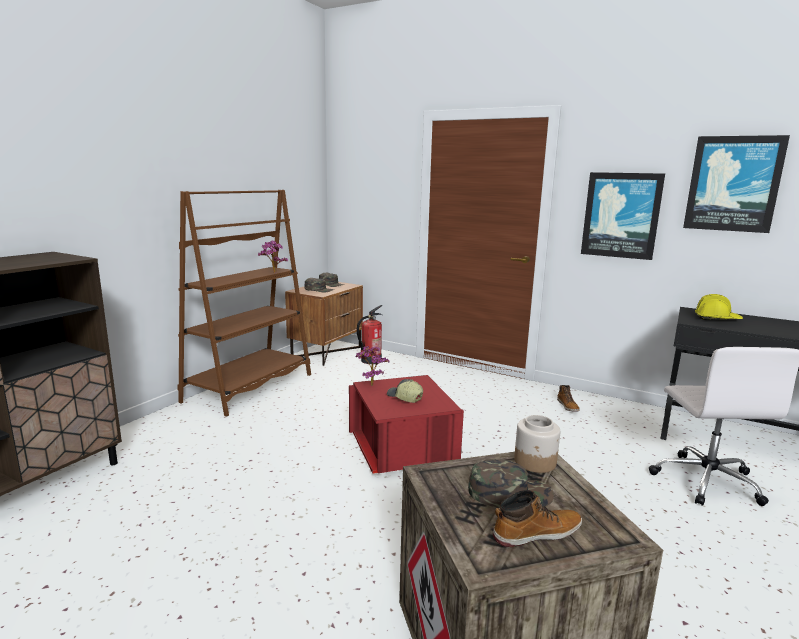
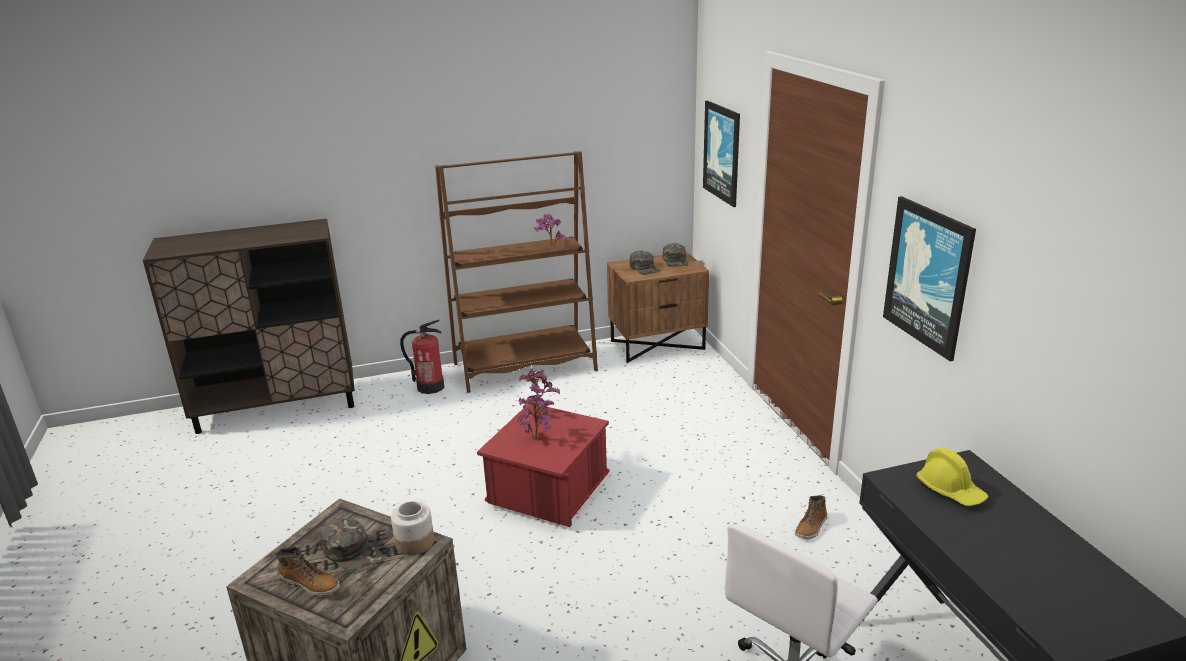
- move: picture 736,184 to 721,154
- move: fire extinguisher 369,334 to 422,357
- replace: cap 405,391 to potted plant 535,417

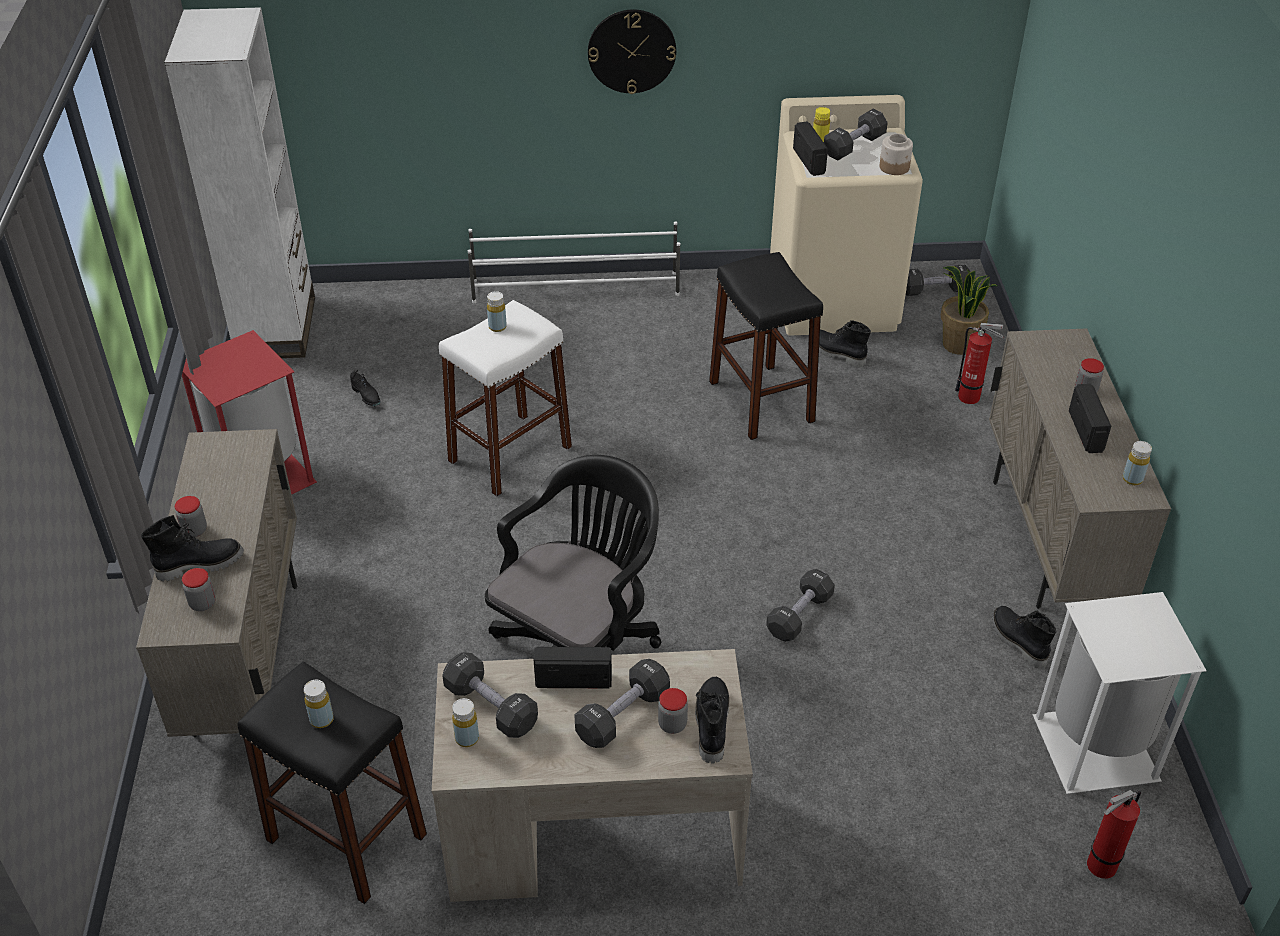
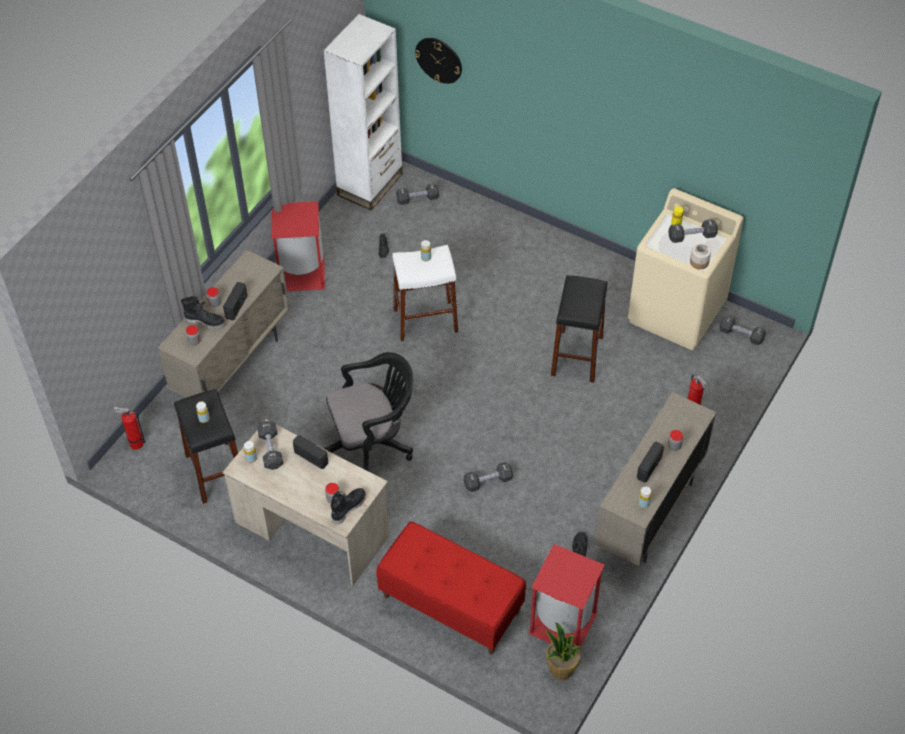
- move: wall clock 632,52 to 438,61
- move: radio 810,148 to 235,301
- delete: shoe rack in white 574,262
- move: potted plant 969,310 to 562,651
- delete: boot in black 845,344
- recolor: trash can in white 1120,693 to trash can in red 566,597
- move: dumbbell in black 622,703 to 417,194
- move: fire extinguisher 1114,834 to 130,428
- insert: bench in red 451,588

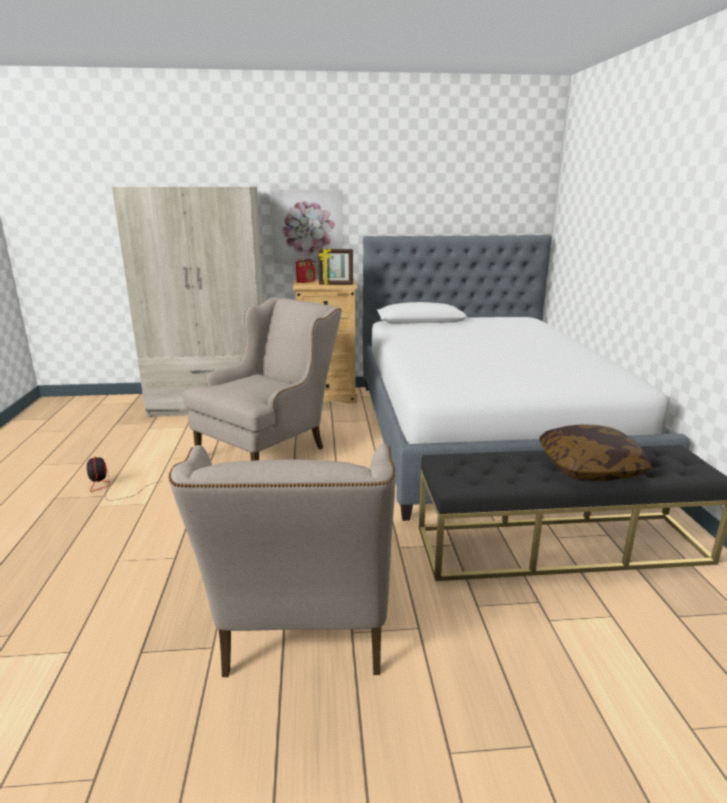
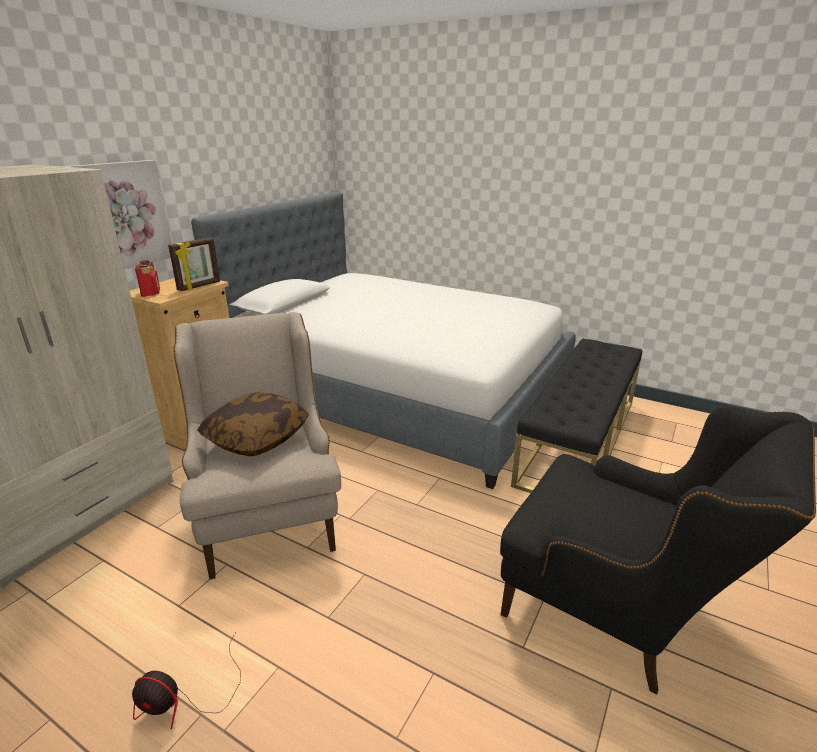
- move: pillow 596,452 to 253,424
- recolor: armchair in beige 281,560 to armchair in black 658,550

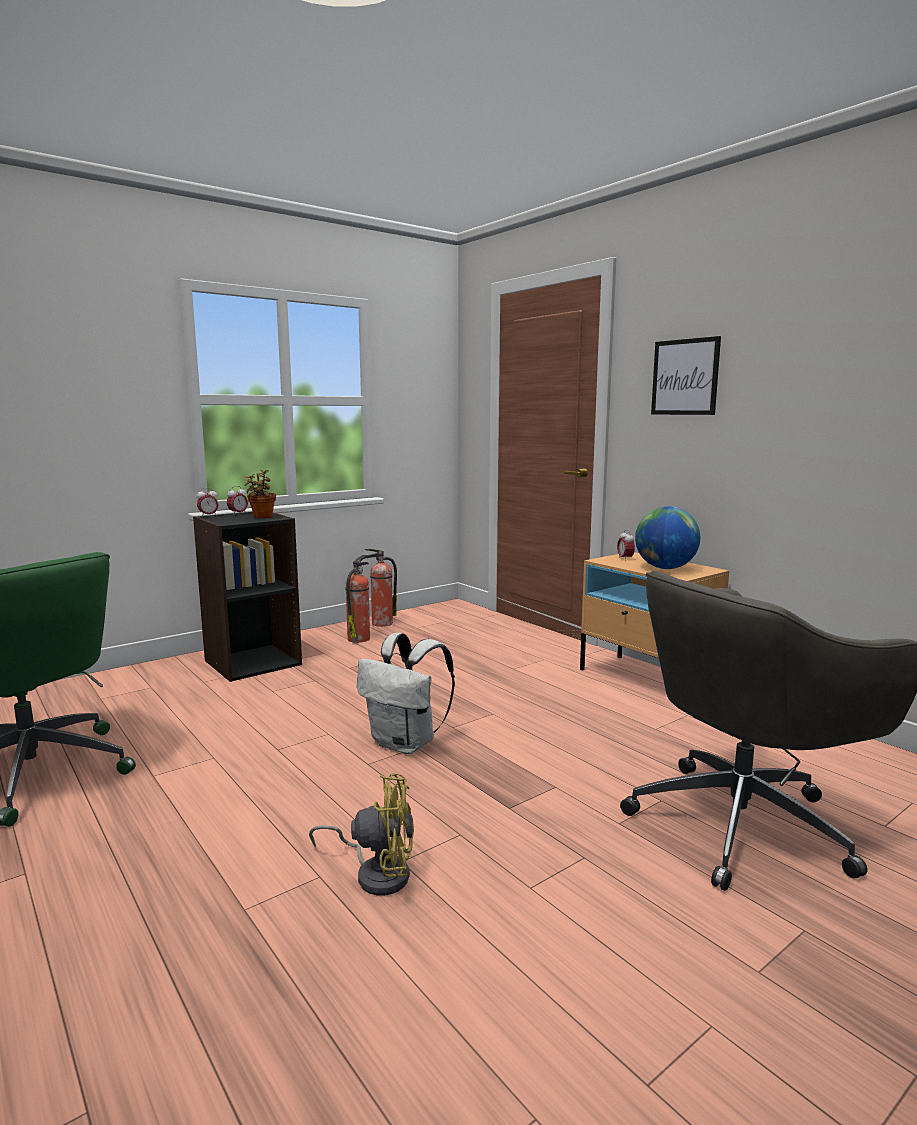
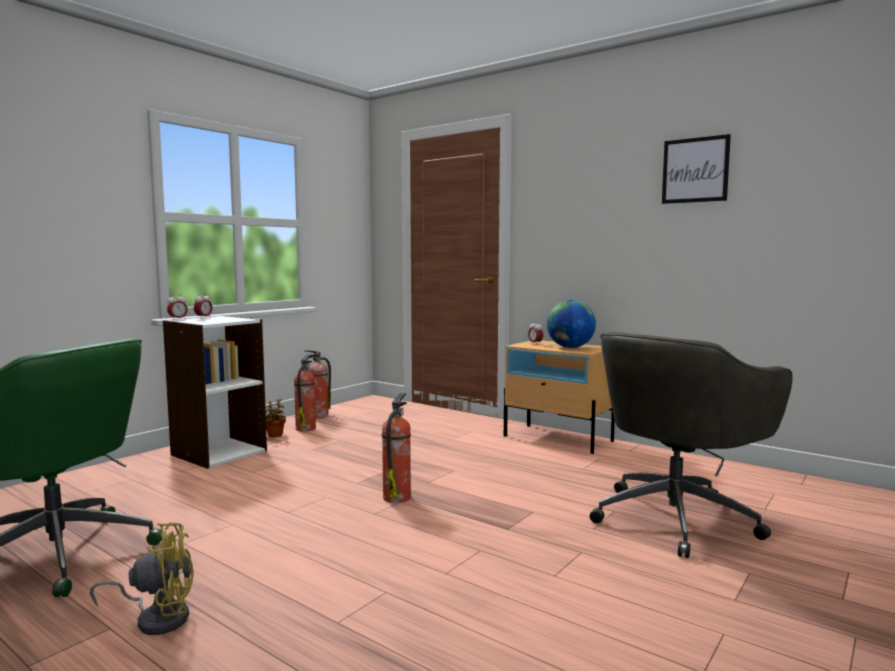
- move: picture 686,375 to 696,169
- move: potted plant 260,494 to 275,418
- recolor: bookcase in black 247,597 to bookcase in white 215,392
- replace: backpack in white 406,693 to fire extinguisher 396,448
- move: fan in yellow 361,834 to 142,578

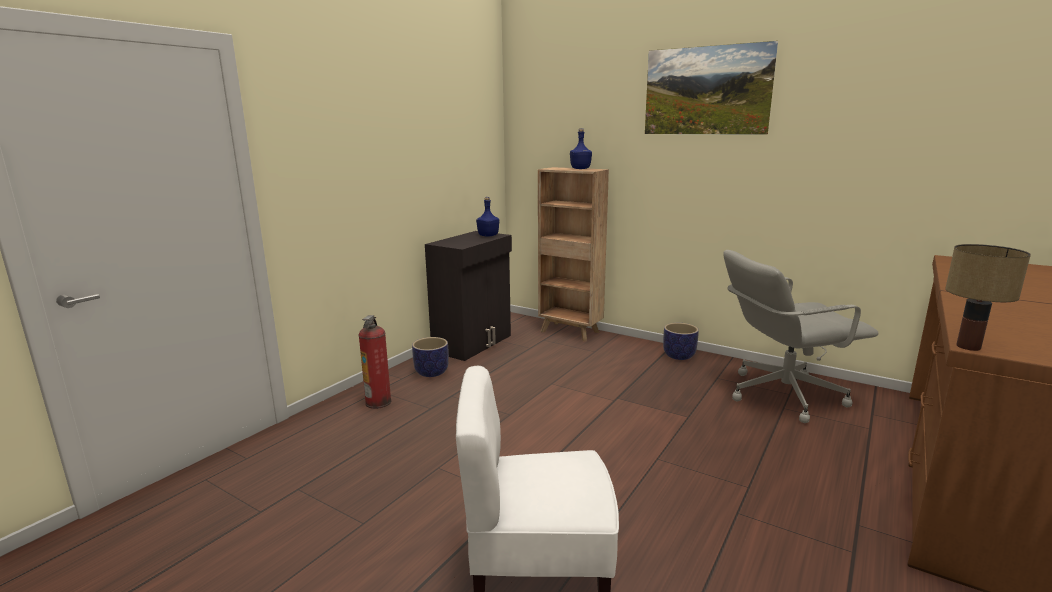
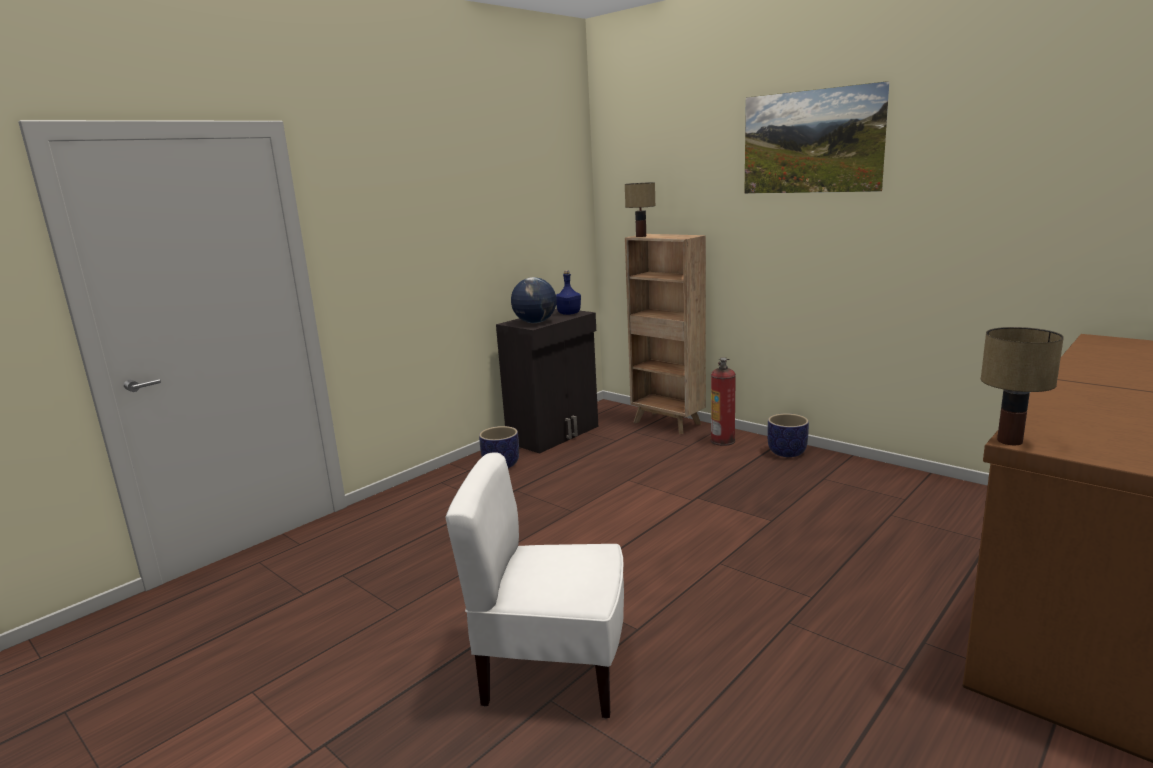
- delete: bottle in blue 581,149
- delete: office chair in grey 801,336
- move: fire extinguisher 375,362 to 723,401
- insert: table lamp 640,209
- insert: globe 534,300

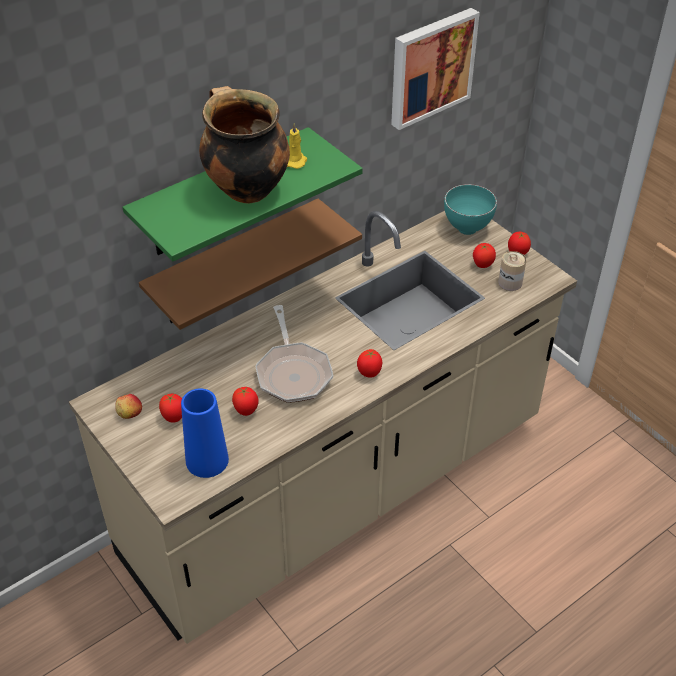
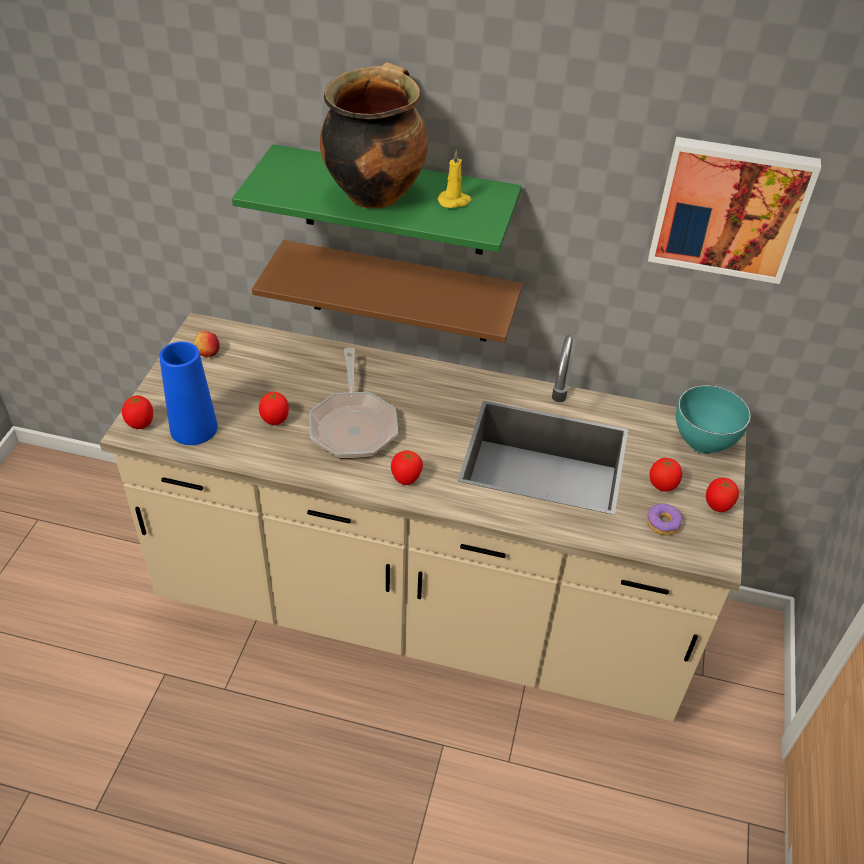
- replace: can 512,271 to donut 664,519
- rotate: frying pan 294,354 = 353,403 45 degrees counterclockwise
- move: tomato 170,408 to 137,412

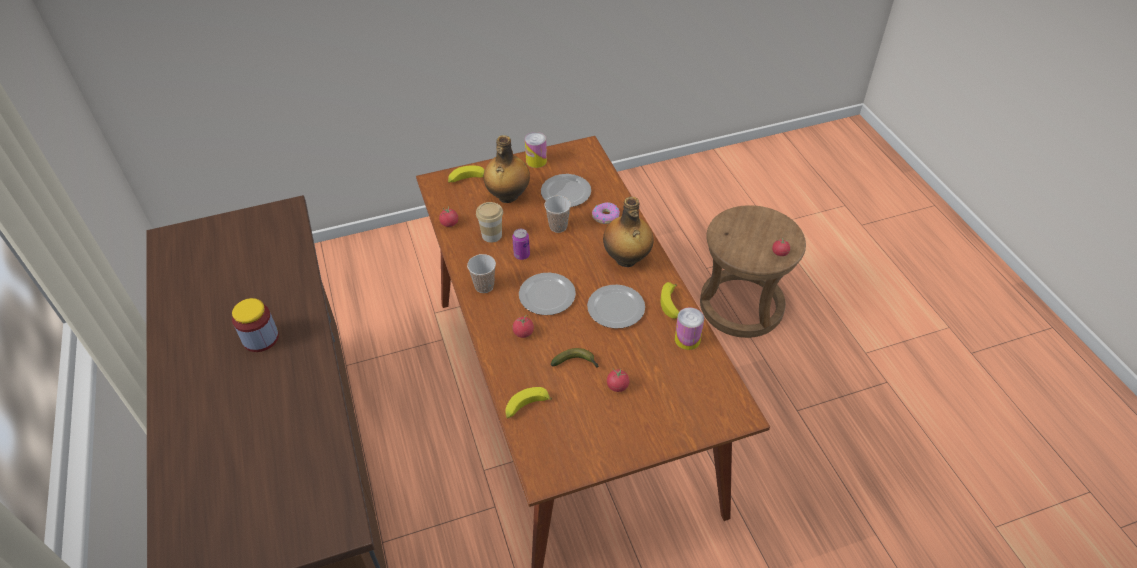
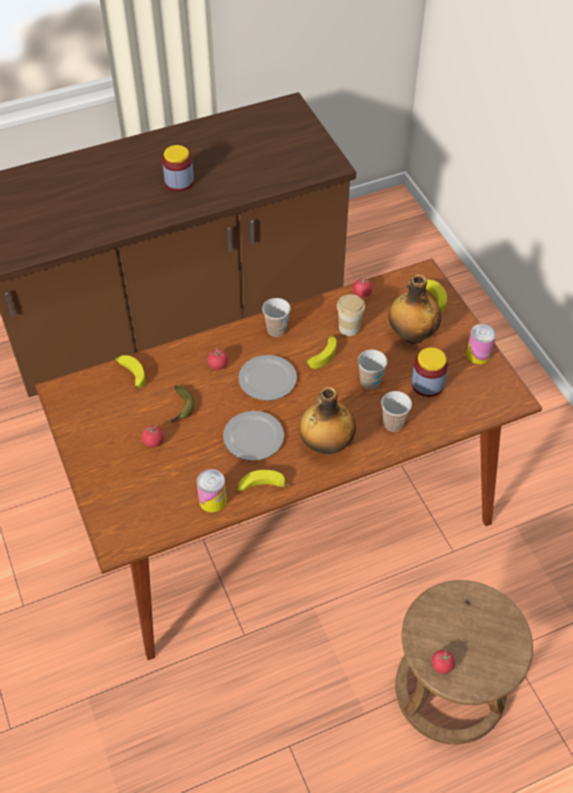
- replace: plate 566,190 to jar 429,372
- replace: donut 606,213 to cup 396,411
- replace: can 521,244 to banana 320,352

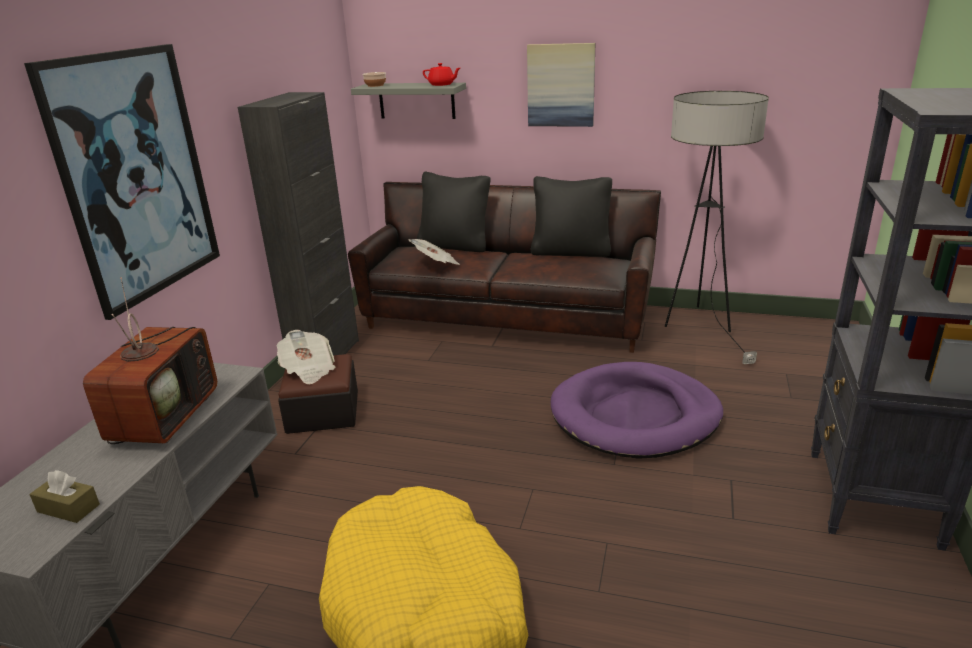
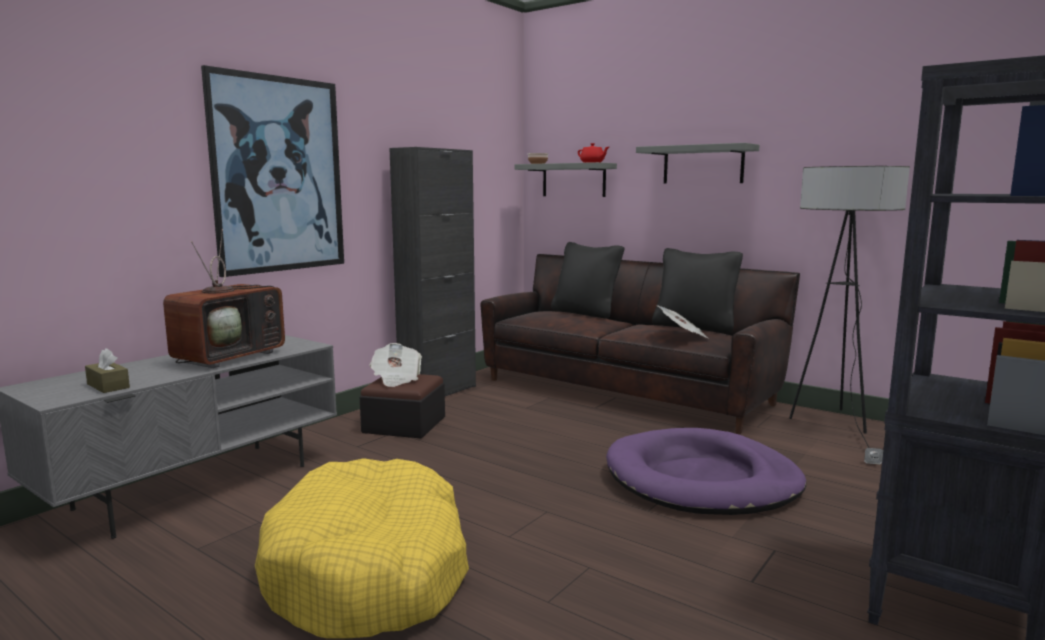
- replace: picture 561,85 to shelf in grey 698,163
- move: newspaper 434,252 to 682,321

